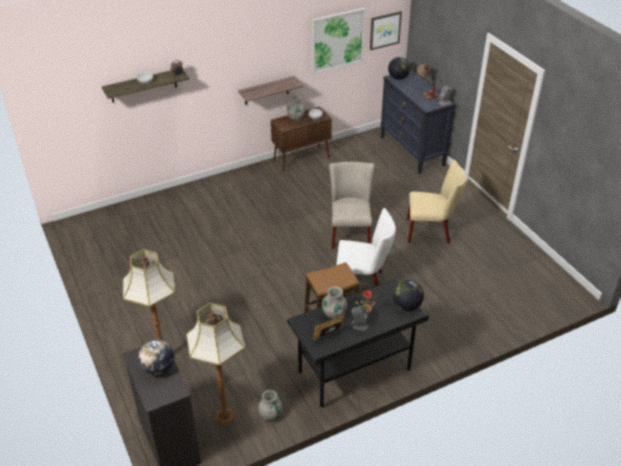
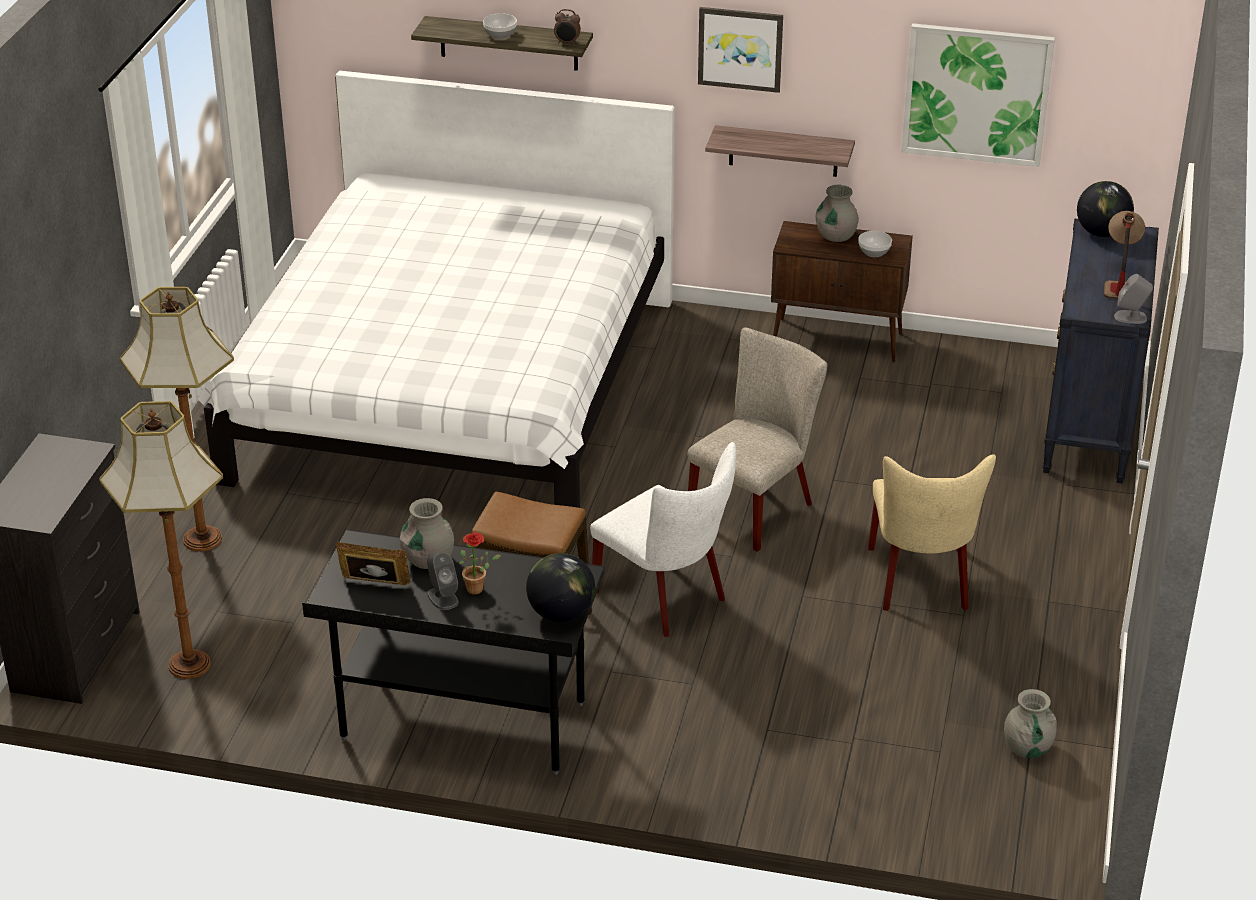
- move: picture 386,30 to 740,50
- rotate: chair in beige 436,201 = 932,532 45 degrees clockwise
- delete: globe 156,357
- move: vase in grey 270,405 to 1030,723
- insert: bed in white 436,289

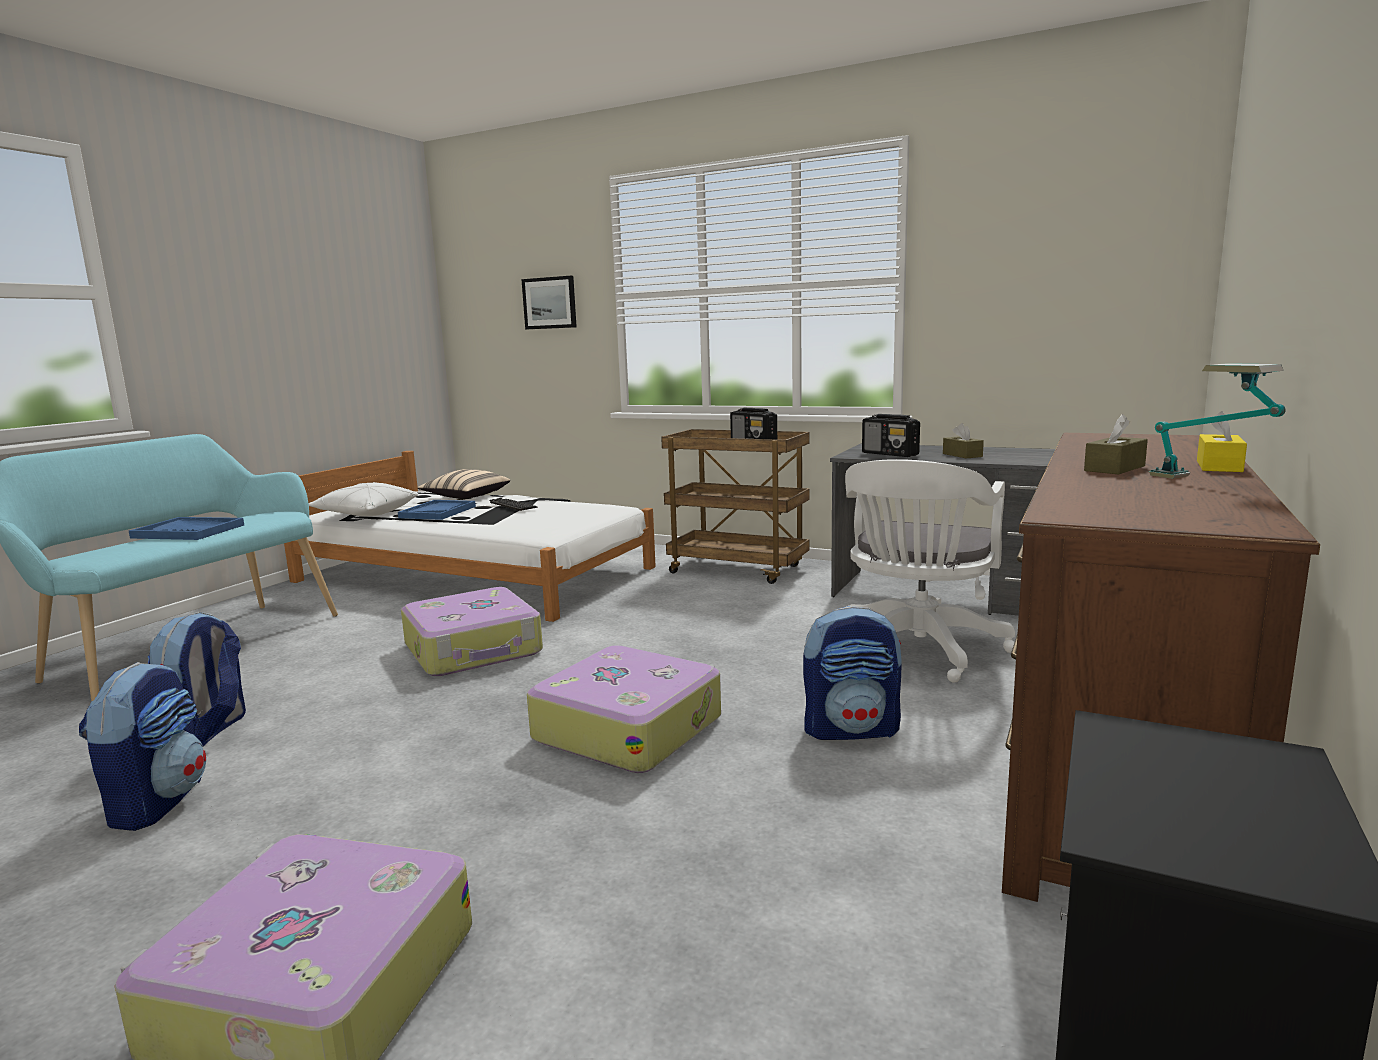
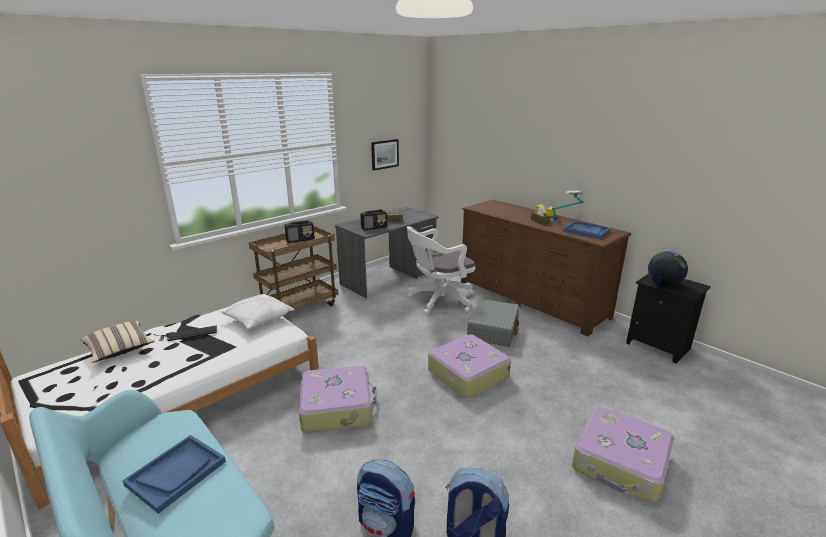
- move: picture 549,302 to 385,154
- rotate: office chair in white 930,571 = 441,270 105 degrees clockwise
- move: pillow in white 363,499 to 257,311
- move: tray in blue 437,510 to 587,230
- replace: backpack 852,673 to suitcase in grey 493,323
- insert: globe 668,268

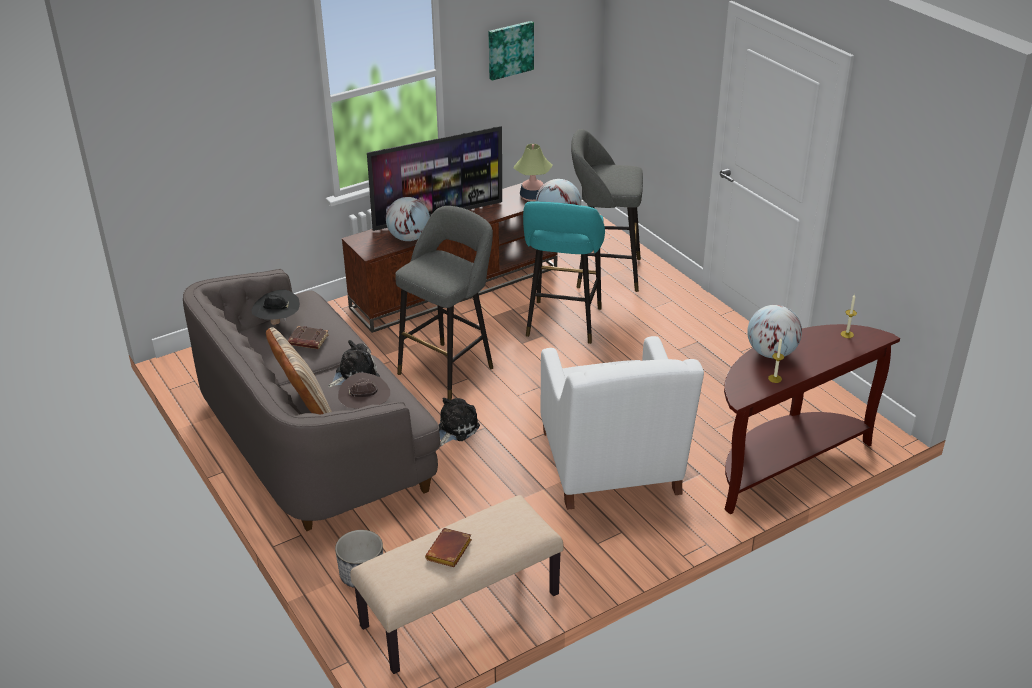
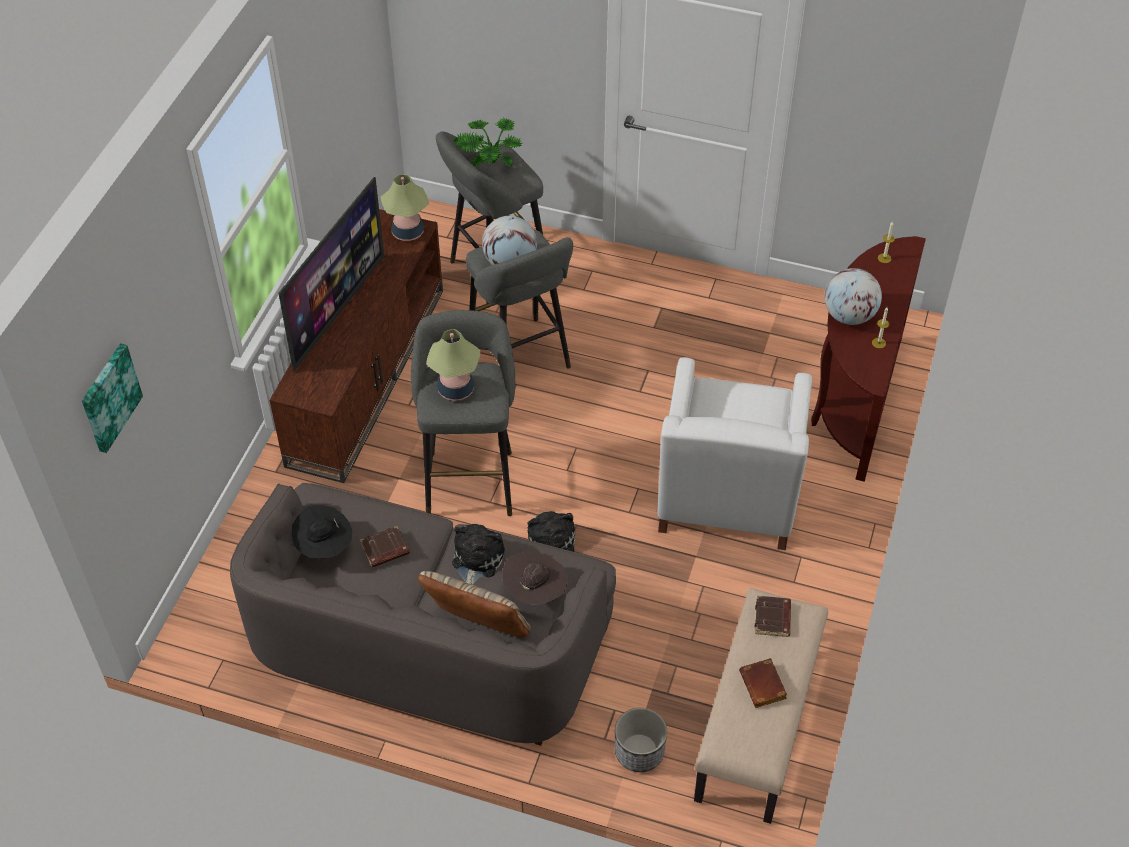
- move: picture 511,51 to 112,398
- delete: globe 408,219
- recolor: stool in turquoise 564,272 to stool in grey 519,298
- rotate: armchair in white 622,423 = 734,453 60 degrees clockwise
- insert: potted plant 488,142
- insert: table lamp 453,365
- insert: book in brown 773,616

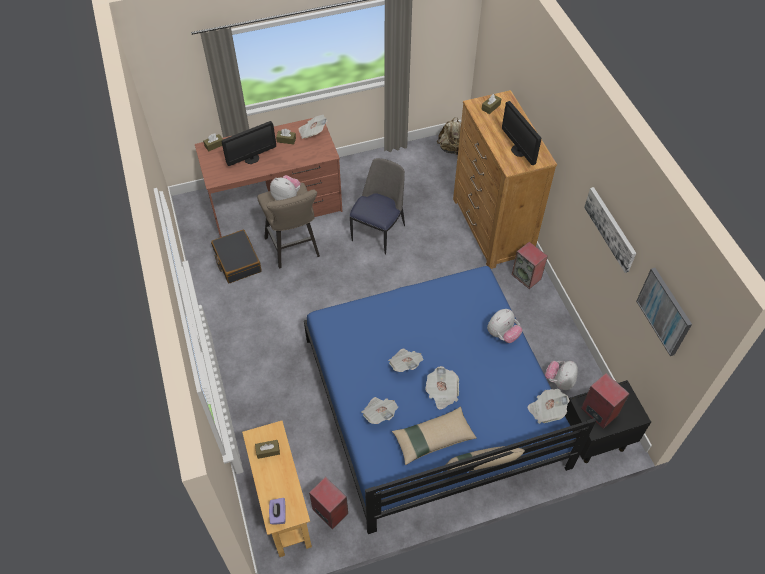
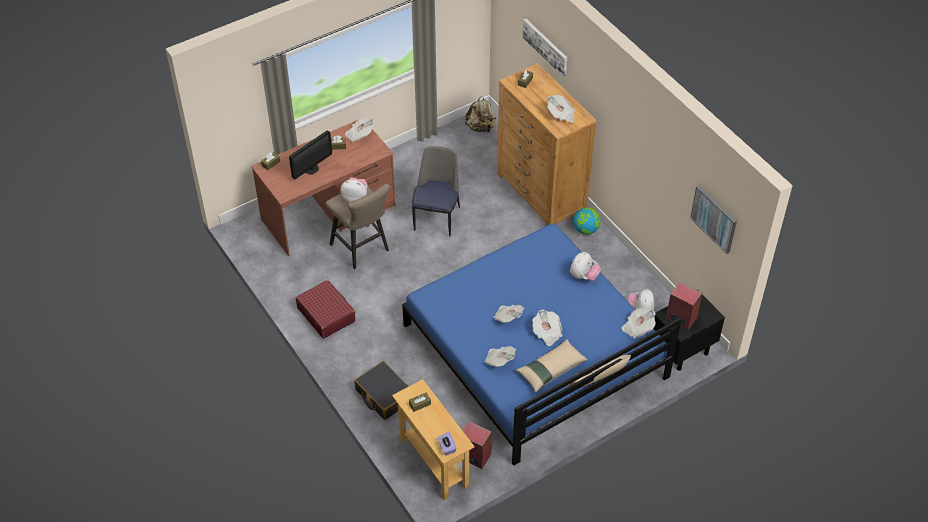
- replace: monitor 521,133 to newspaper 561,109
- move: picture 610,230 to 545,48
- move: suitcase in black 236,256 to 381,390
- replace: speaker 529,265 to globe 587,221
- insert: suitcase in red 325,309

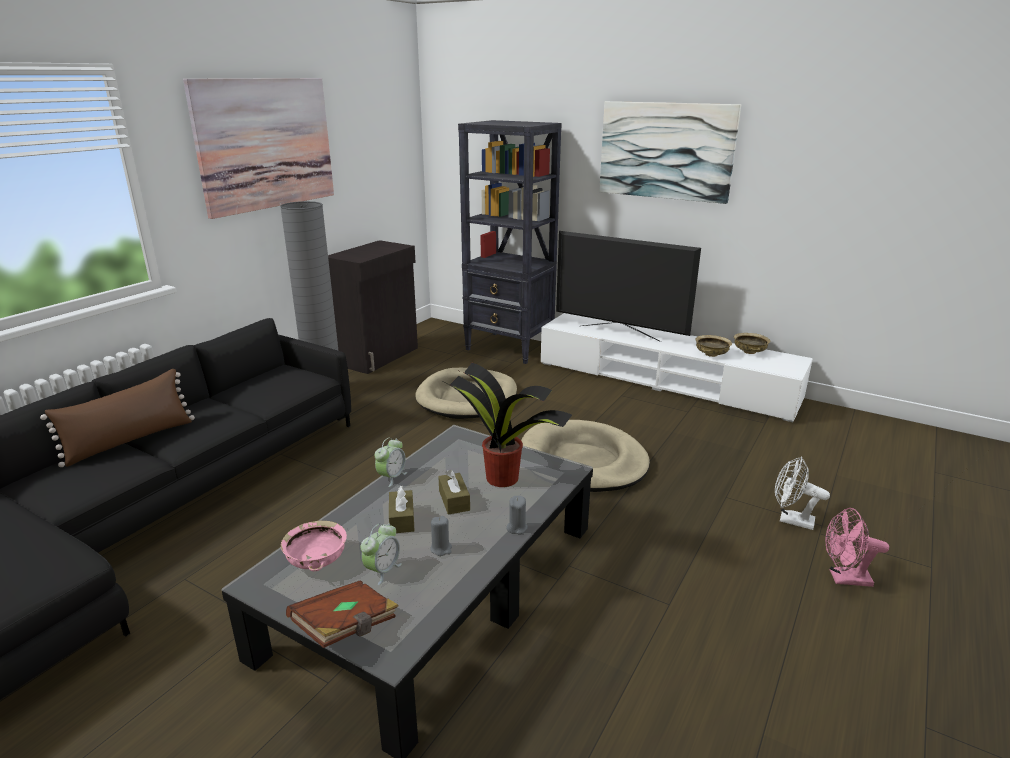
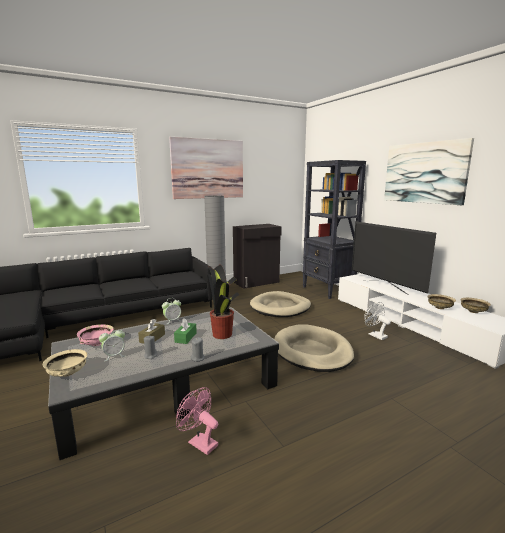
- delete: pillow in brown 117,418
- move: fan in white 802,493 to 377,321
- recolor: tissue box in brown 454,492 to tissue box in green 185,331
- move: fan in pink 857,547 to 197,421
- replace: book in brown 342,614 to bowl in beige 65,363

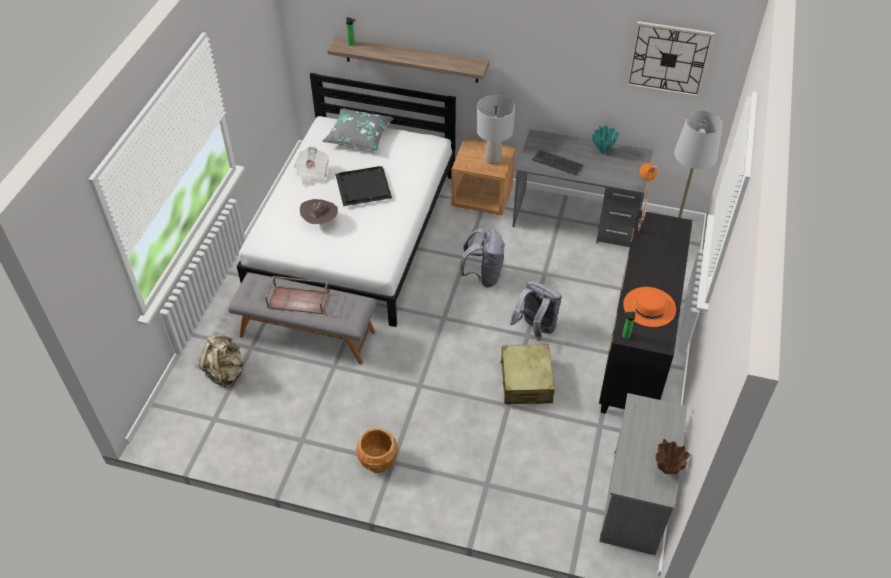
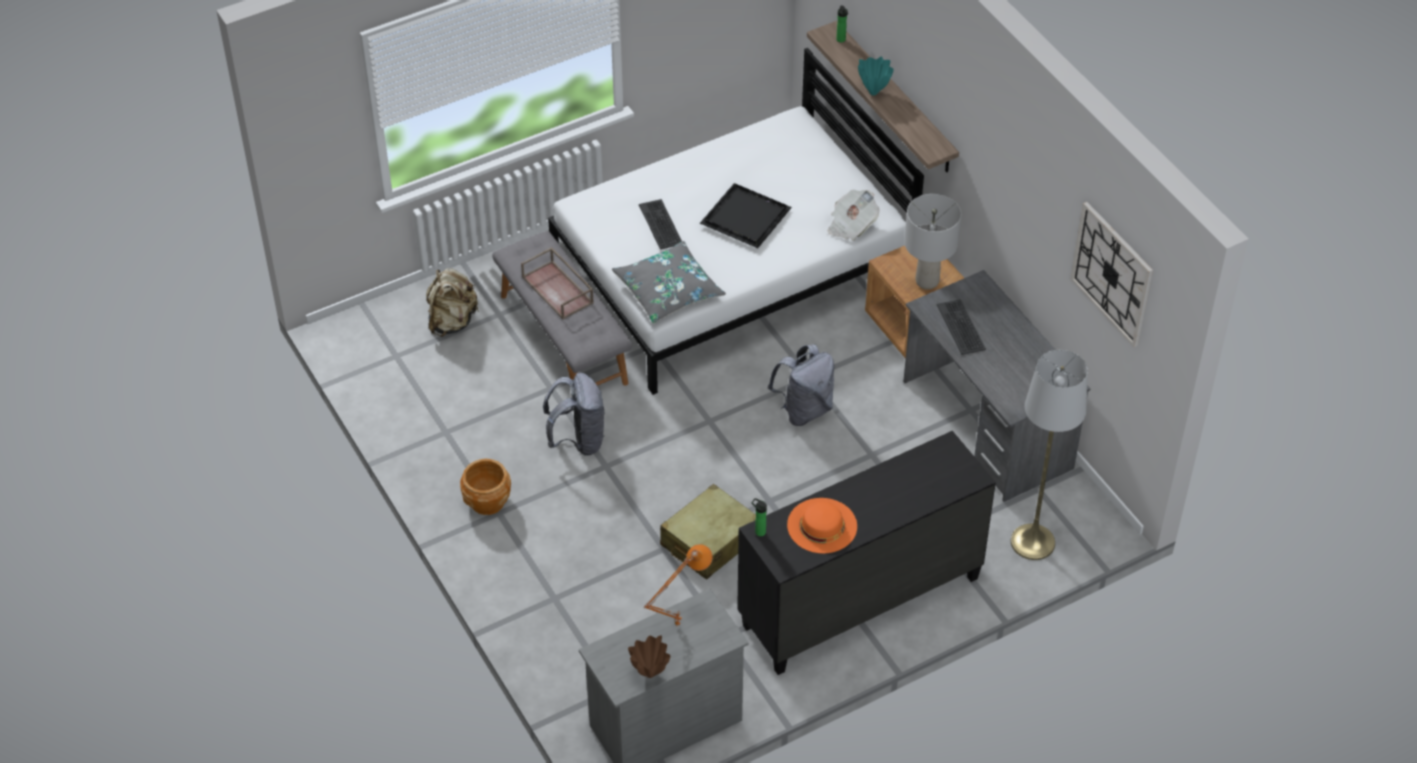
- move: pillow in grey 358,129 to 669,282
- move: vase in turquoise 605,139 to 876,76
- move: newspaper 311,166 to 853,215
- move: table lamp in orange 647,197 to 678,585
- replace: hat in brown 319,212 to keyboard 660,224
- move: backpack in grey 536,311 to 574,414

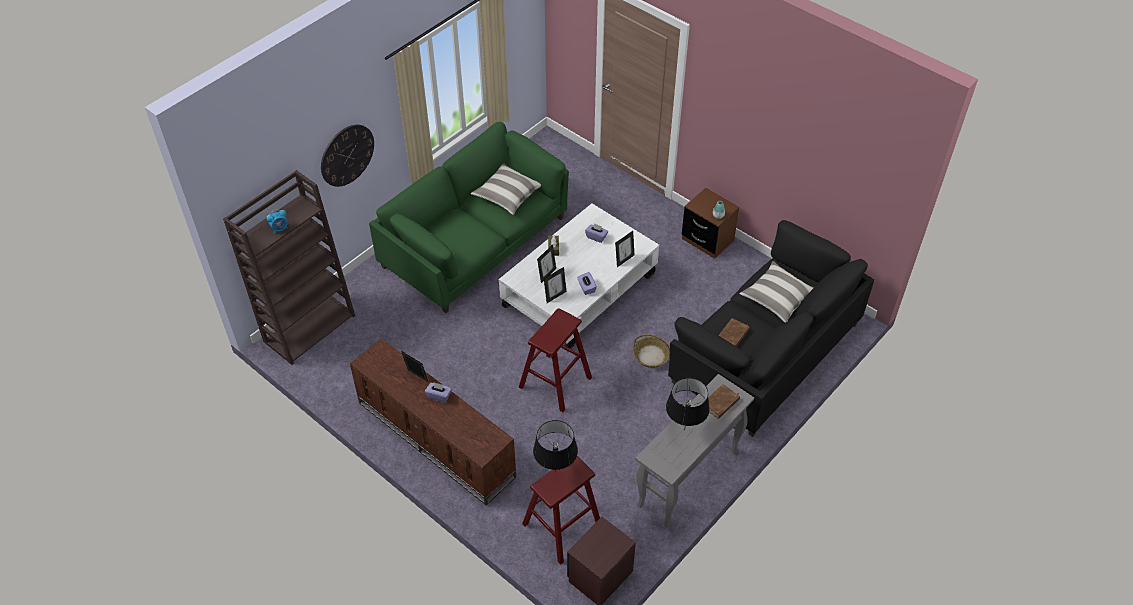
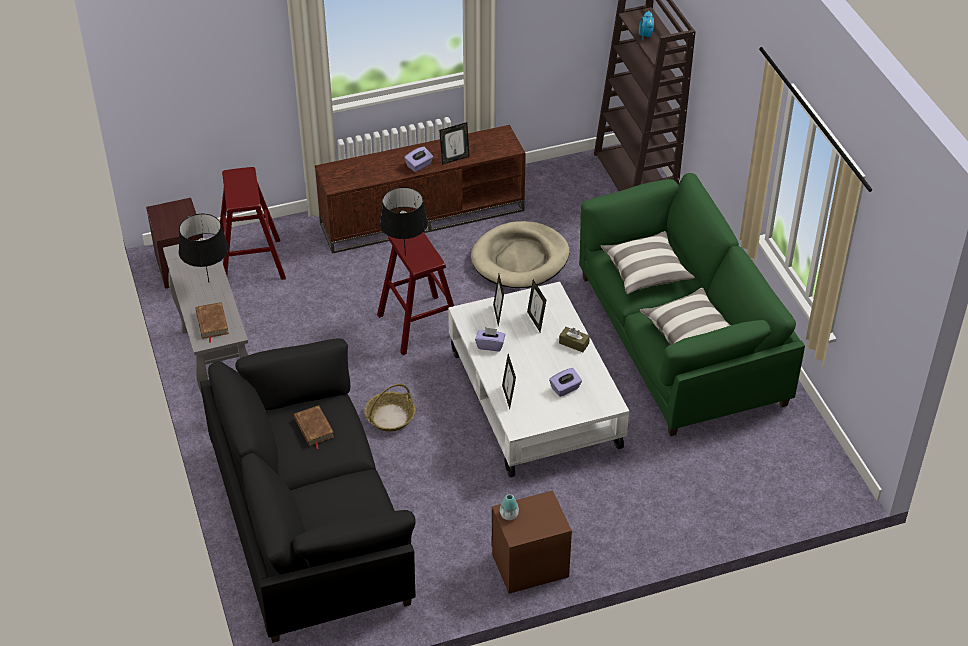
- delete: wall clock 347,156
- move: pillow 776,292 to 648,262
- move: table lamp in black 555,446 to 403,221
- insert: dog bed in beige 520,254

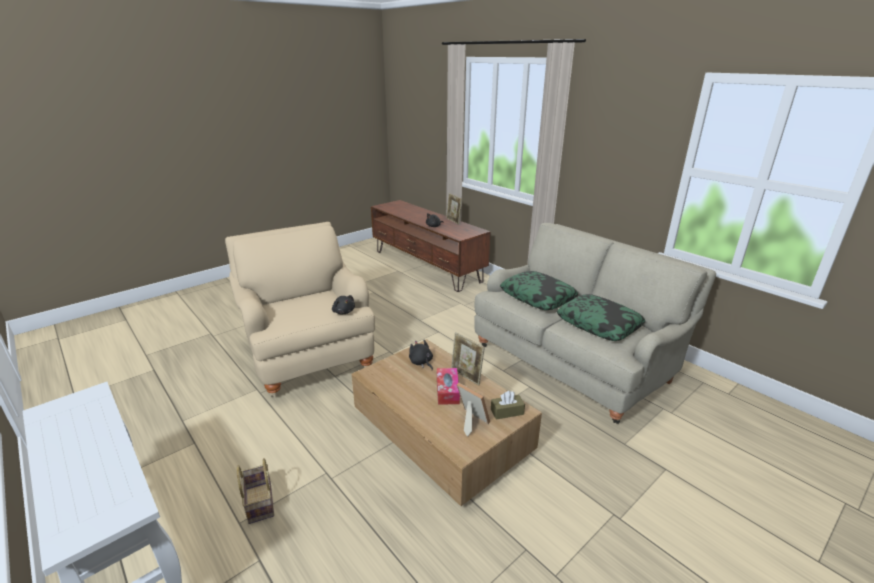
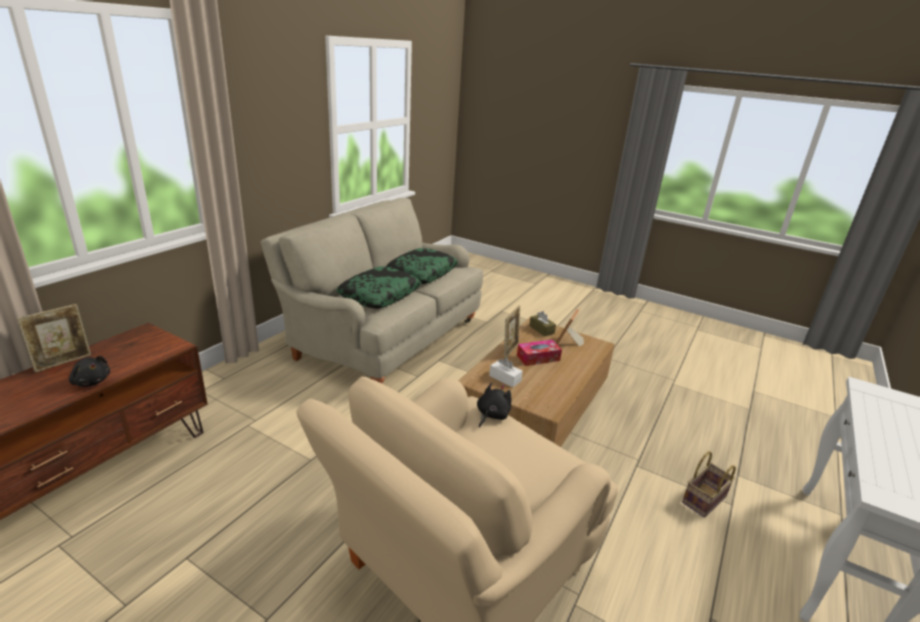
- replace: plush toy in black 421,355 to tissue box in white 506,372

